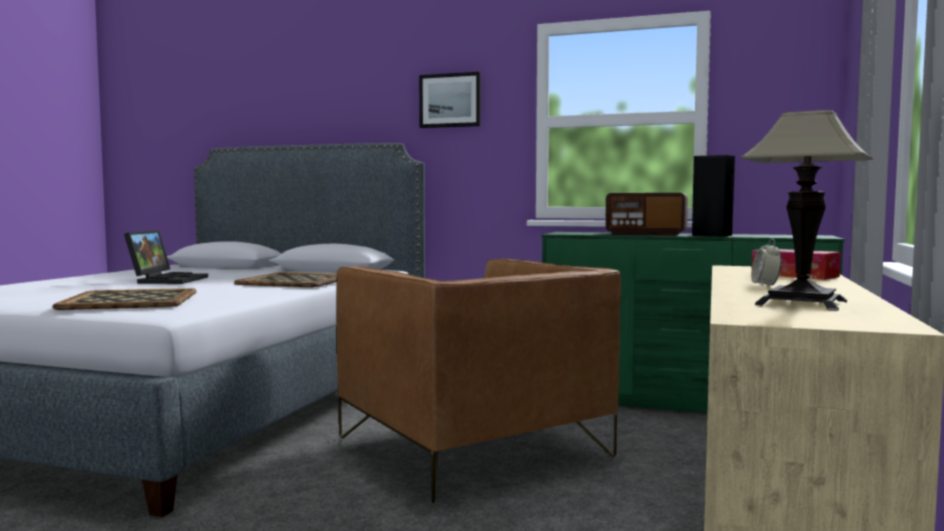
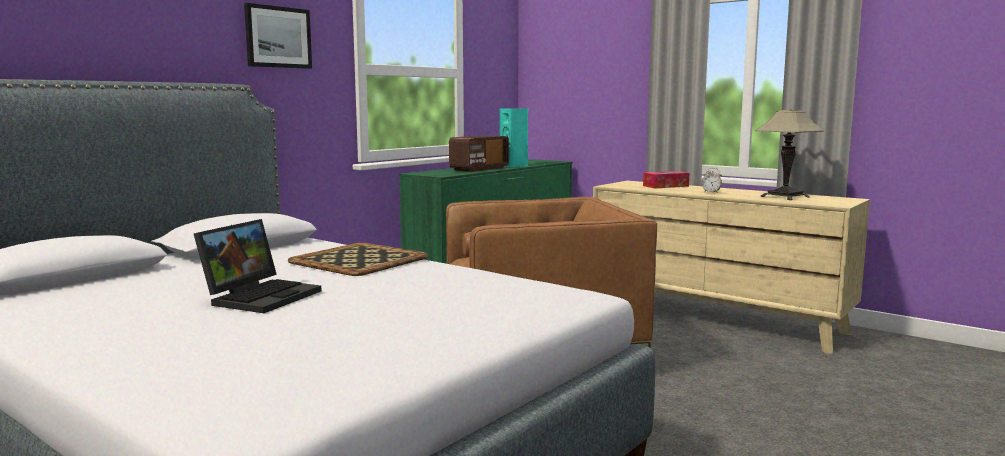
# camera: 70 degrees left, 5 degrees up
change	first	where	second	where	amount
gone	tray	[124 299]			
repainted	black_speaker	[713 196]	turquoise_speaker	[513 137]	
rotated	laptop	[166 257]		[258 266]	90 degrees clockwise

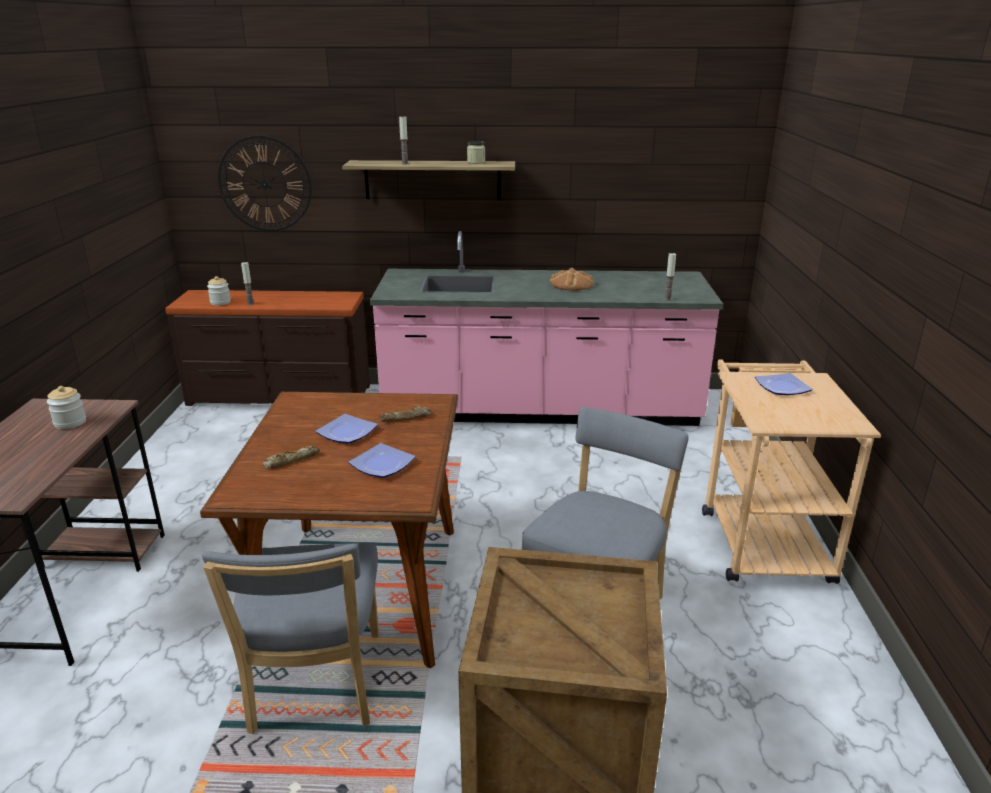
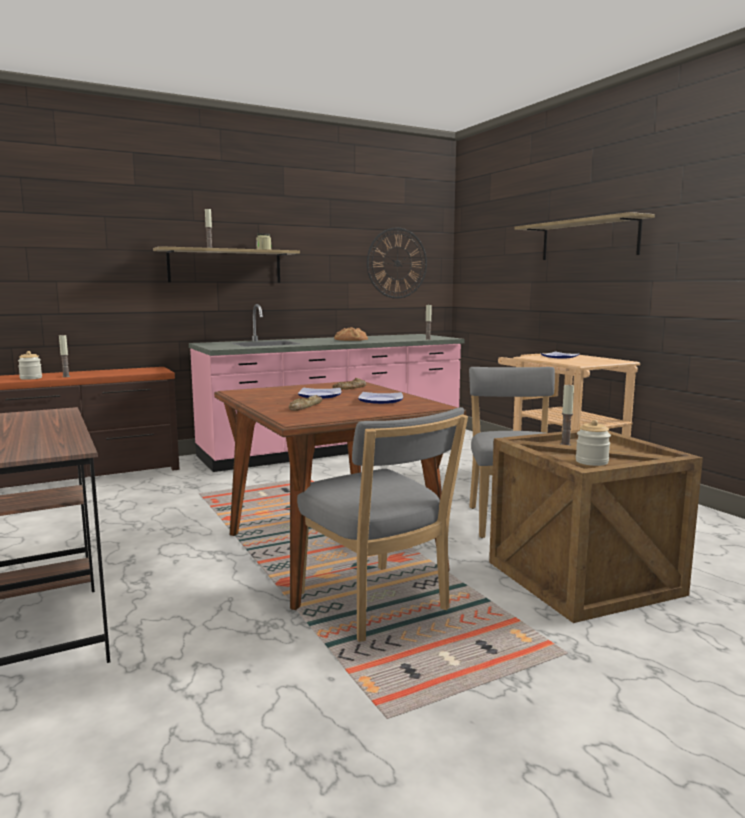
# camera: 30 degrees left, 15 degrees down
change	first	where	second	where	amount
new			shelf	[584 236]	
new			candle	[567 415]	
shifted	jar	[66 407]		[593 443]	
shifted	wall_clock	[265 183]		[397 263]	

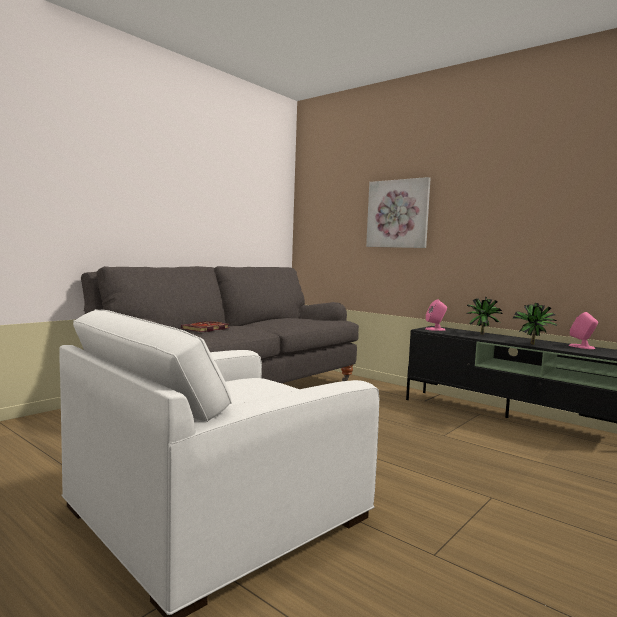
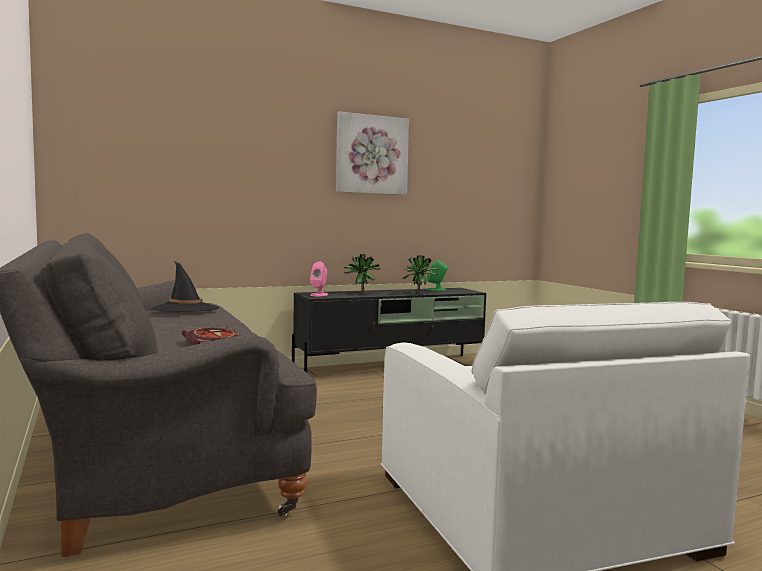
# camera: 65 degrees left, 0 degrees up
change	first	where	second	where	amount
new			black_hat	[185 286]	
shifted	picture	[398 212]		[372 153]	
repainted	pink_speaker	[583 330]	green_speaker	[437 275]	

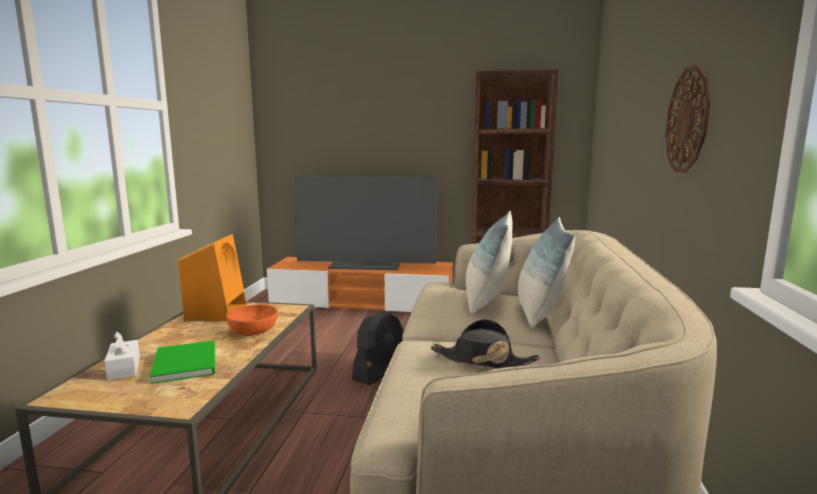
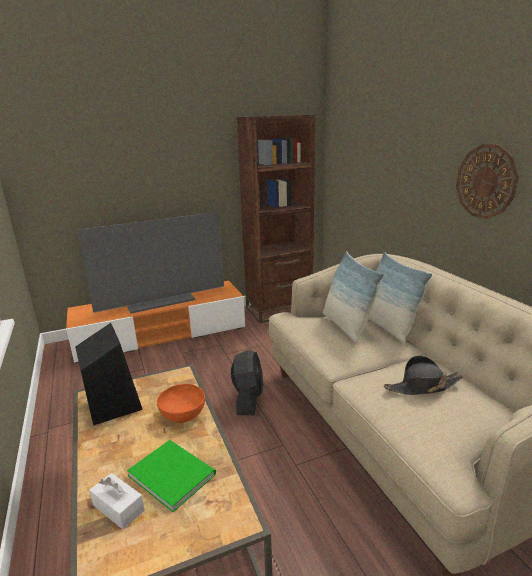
# camera: 30 degrees left, 10 degrees up
change	first	where	second	where	amount
repainted	orange_speaker	[212 277]	black_speaker	[109 374]	

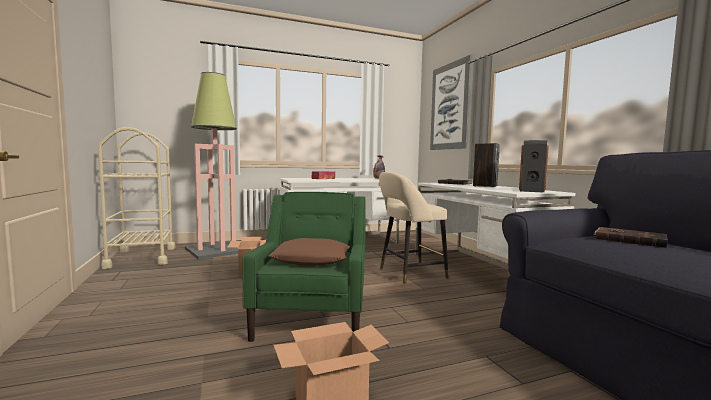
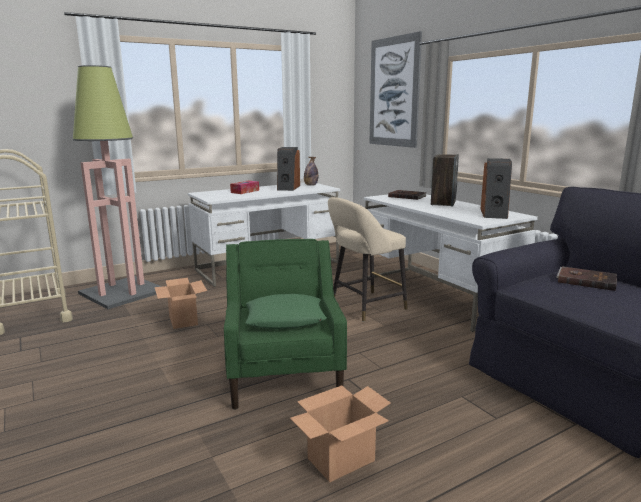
# camera: 10 degrees left, 10 degrees up
change	first	where	second	where	amount
new			speaker	[288 169]	
repainted	brown_pillow	[309 252]	green_pillow	[286 311]	

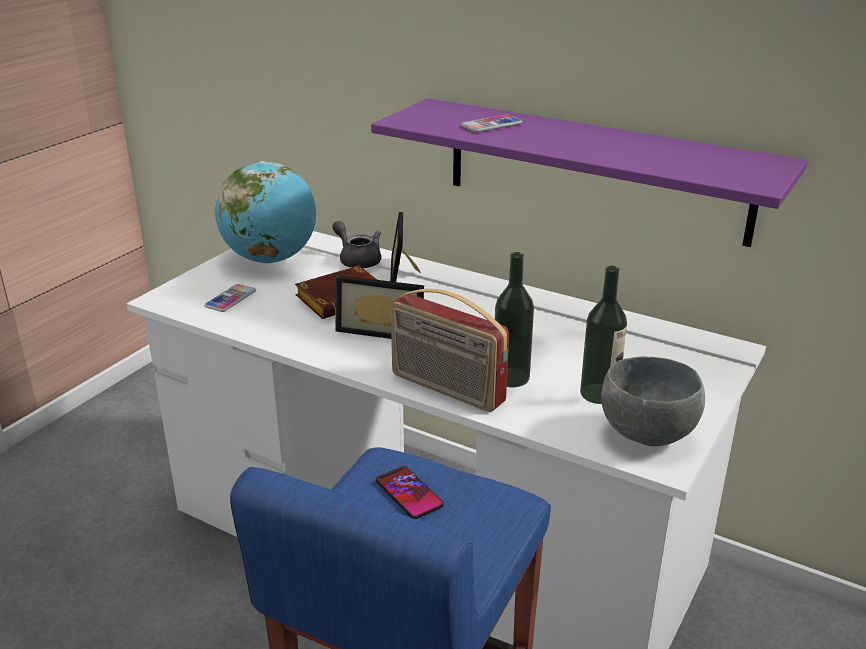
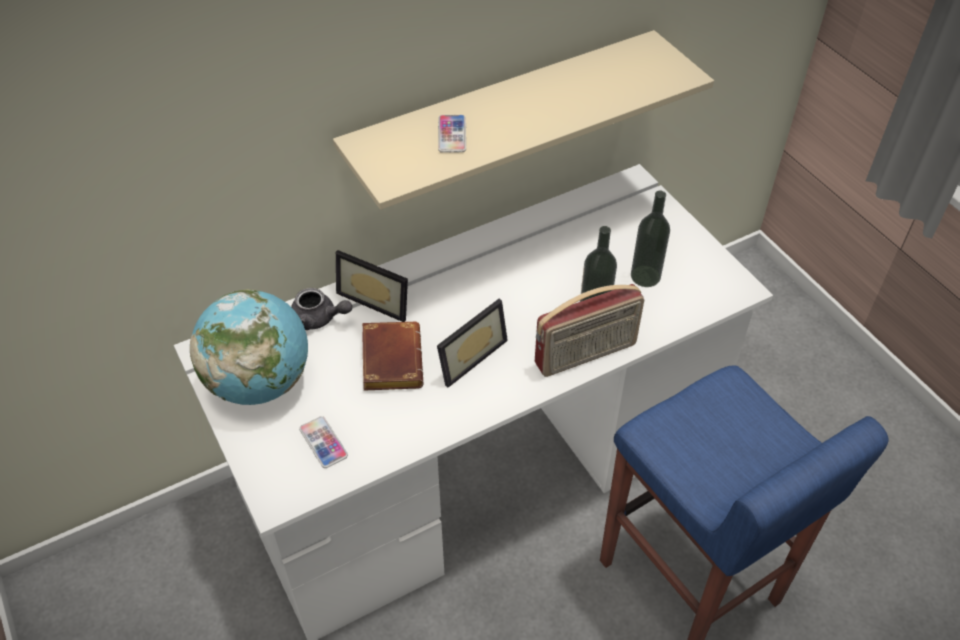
# camera: 60 degrees left, 20 degrees up
change	first	where	second	where	amount
gone	phone	[410 492]			
gone	grey_bowl	[653 401]			
repainted	purple_shelf	[589 172]	beige_shelf	[523 120]	
rotated	grey_teapot	[356 244]		[321 309]	150 degrees counterclockwise

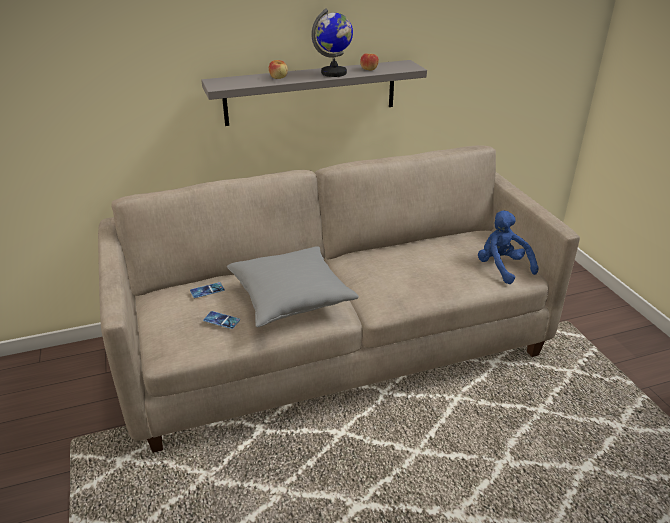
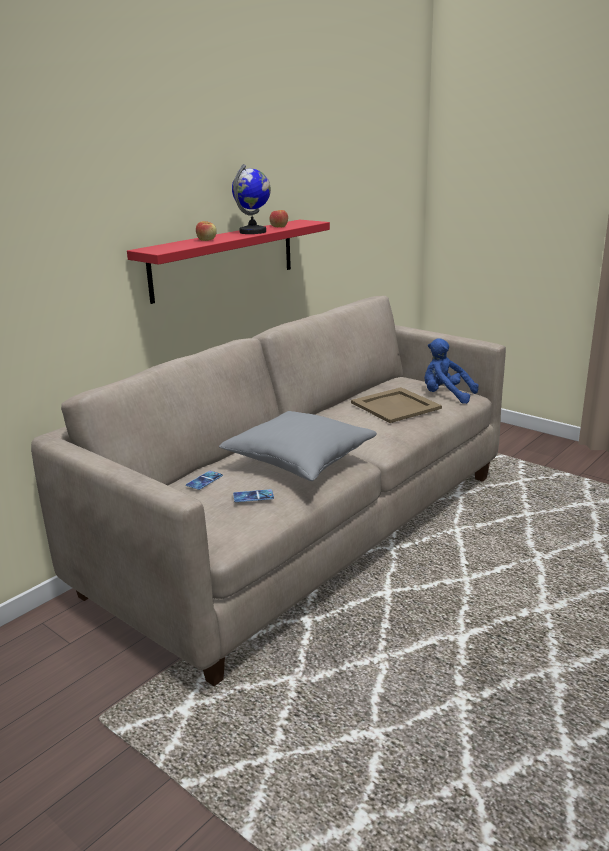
# camera: 30 degrees left, 10 degrees down
change	first	where	second	where	amount
new			beige_tray	[396 405]	
repainted	grey_shelf	[314 93]	red_shelf	[228 262]	

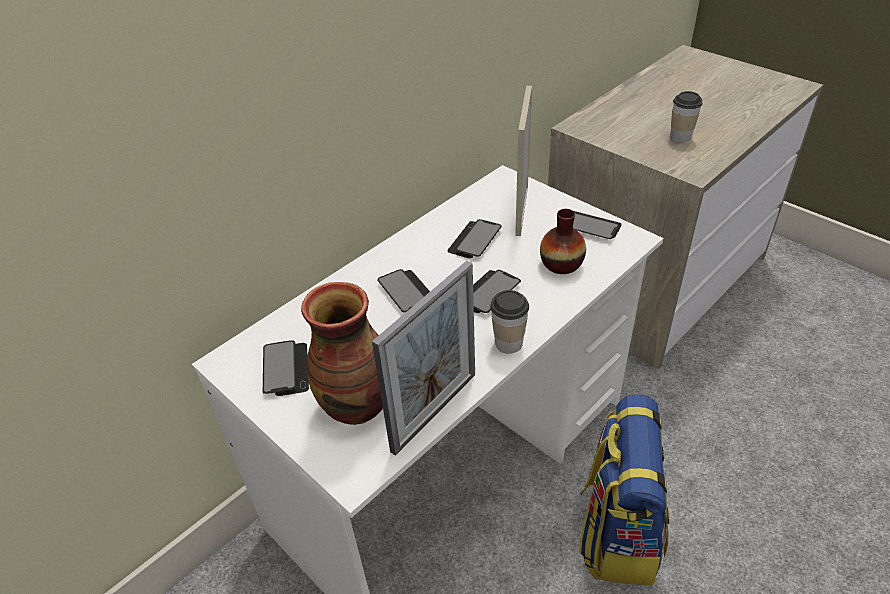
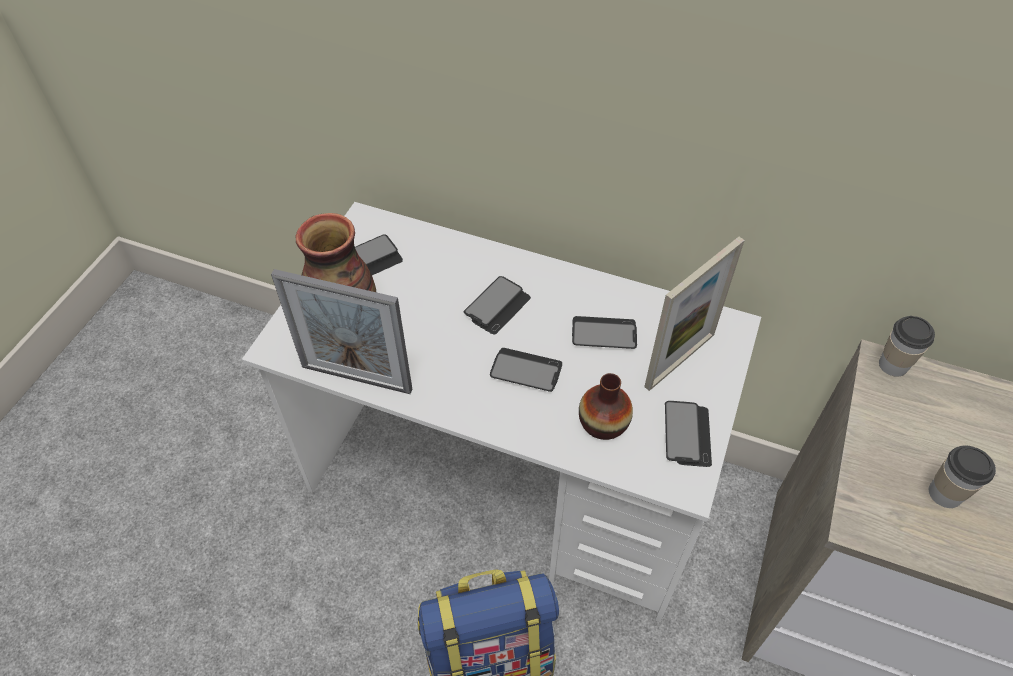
# camera: 65 degrees right, 10 degrees up
change	first	where	second	where	amount
shifted	cup	[509 322]		[907 346]	
rotated	picture_frame	[523 161]		[694 314]	150 degrees clockwise

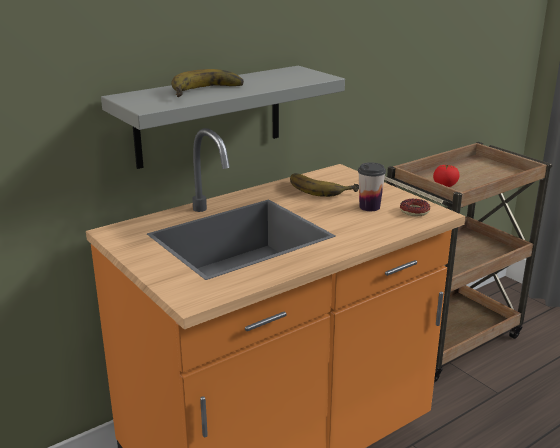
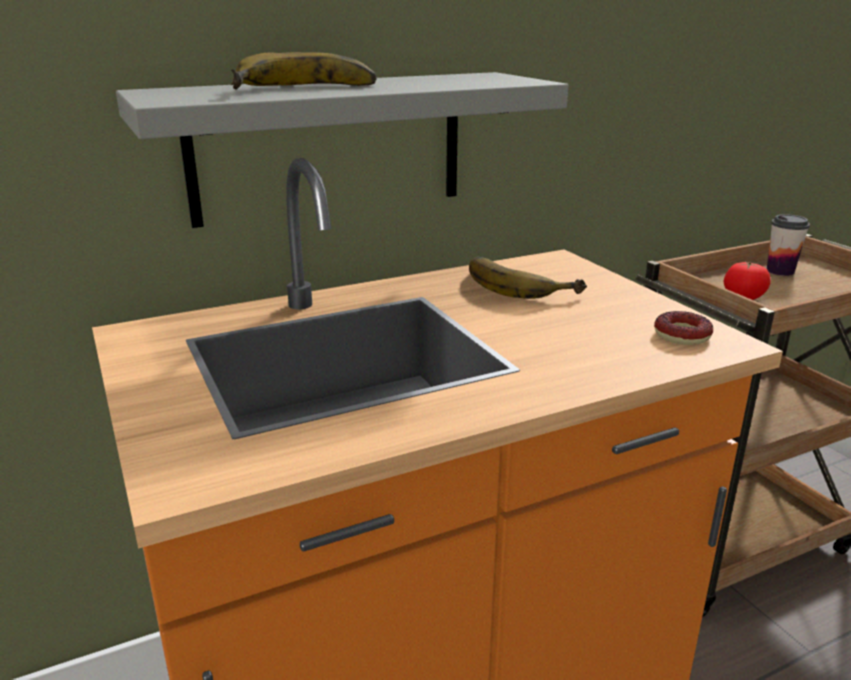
# camera: 10 degrees right, 0 degrees up
change	first	where	second	where	amount
shifted	cup	[372 186]		[788 245]	

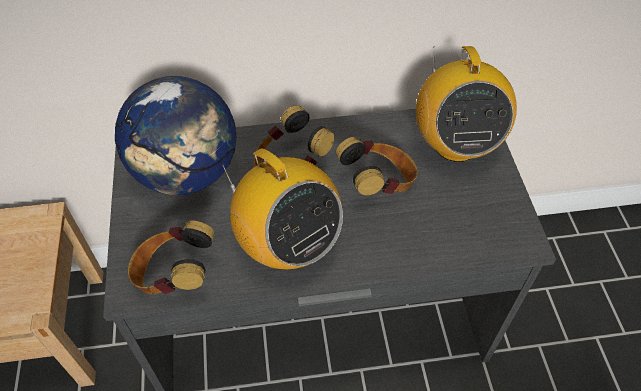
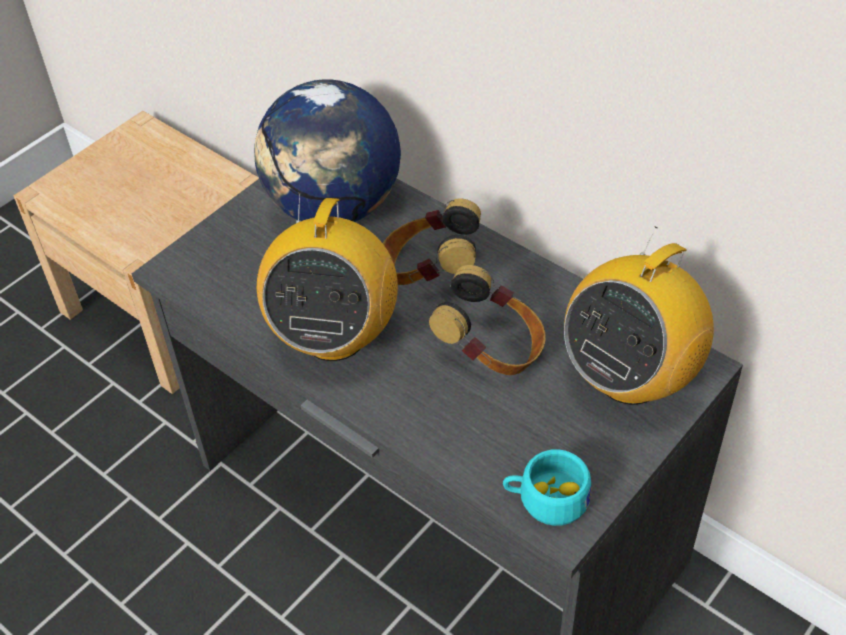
# camera: 50 degrees right, 5 degrees down
change	first	where	second	where	amount
gone	headphones	[171 257]			
new			turquoise_cup	[547 487]	

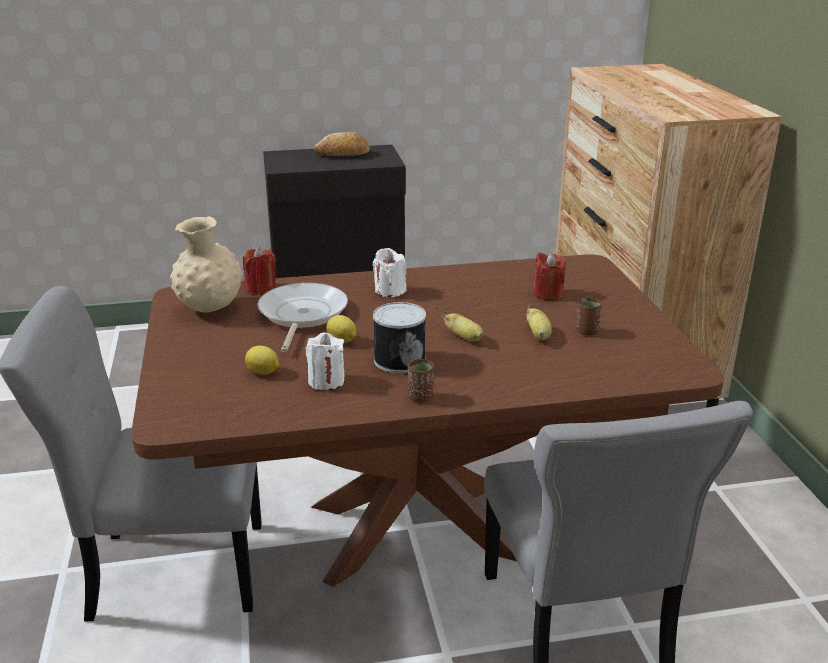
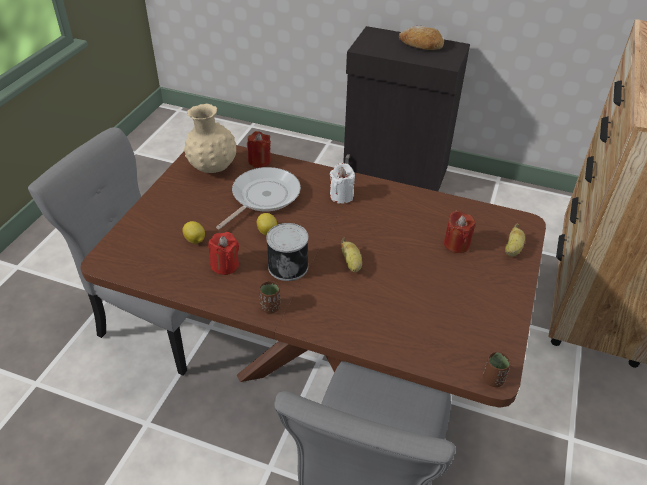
# camera: 30 degrees right, 15 degrees up
change	first	where	second	where	amount
shifted	banana	[539 322]		[515 240]	
shifted	brown_cup	[589 317]		[497 369]	
repainted	white_candle	[325 361]	red_candle	[223 253]	

